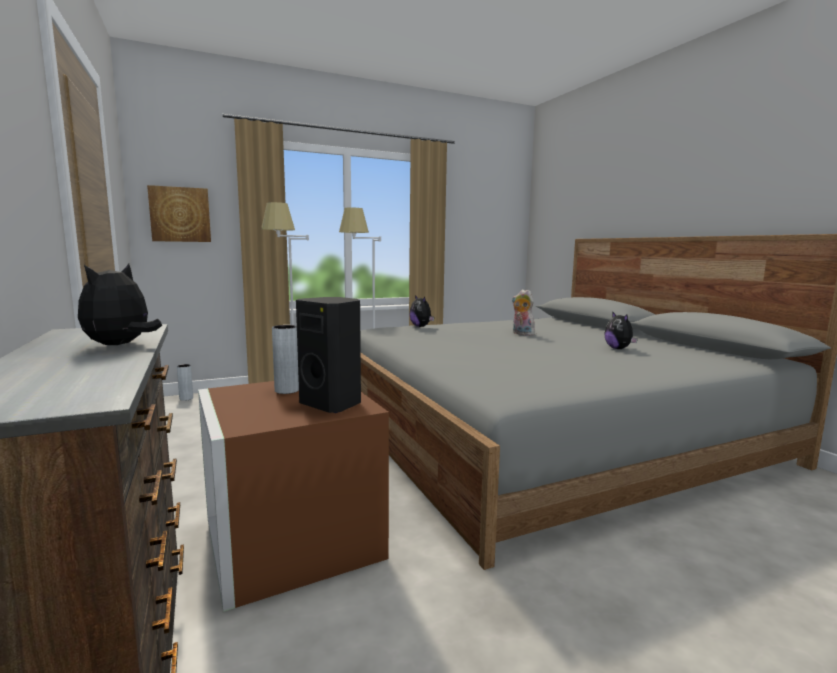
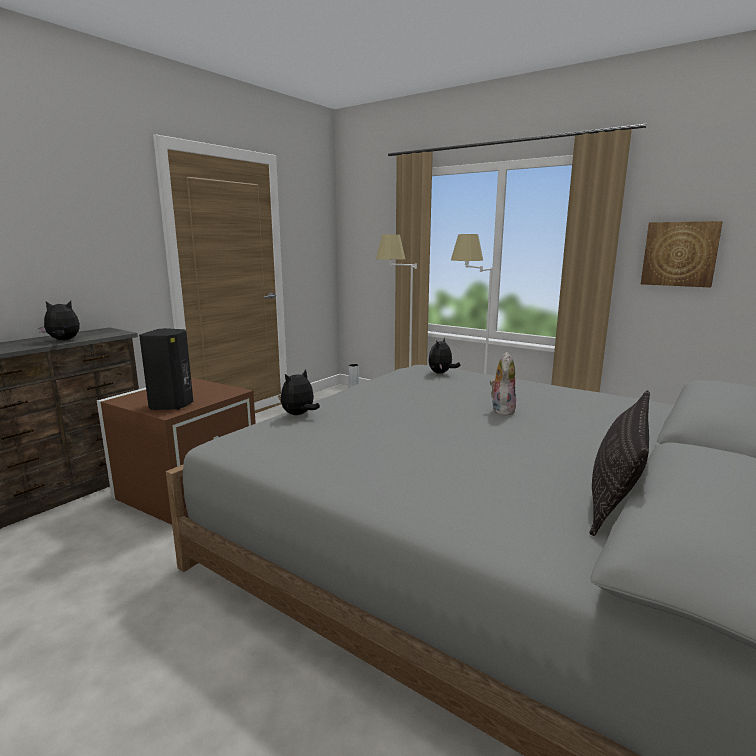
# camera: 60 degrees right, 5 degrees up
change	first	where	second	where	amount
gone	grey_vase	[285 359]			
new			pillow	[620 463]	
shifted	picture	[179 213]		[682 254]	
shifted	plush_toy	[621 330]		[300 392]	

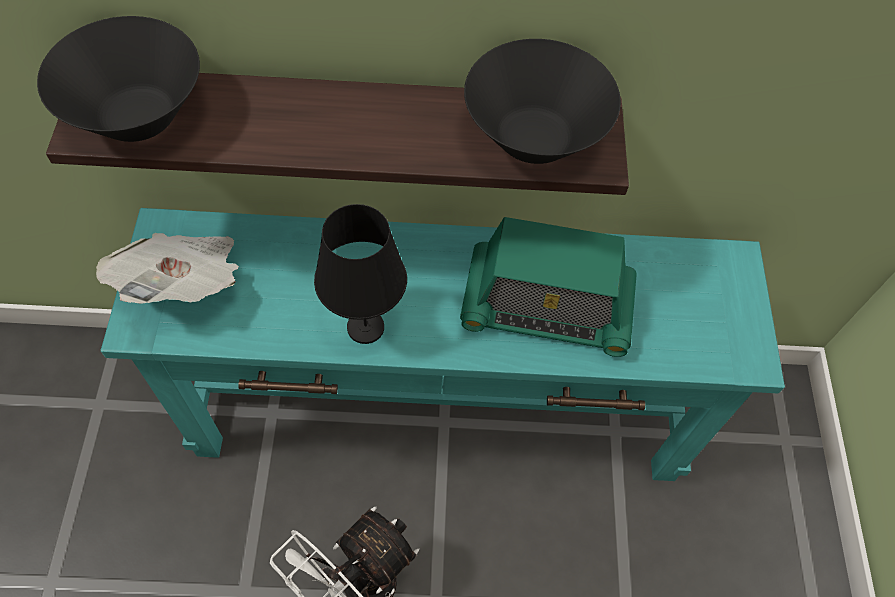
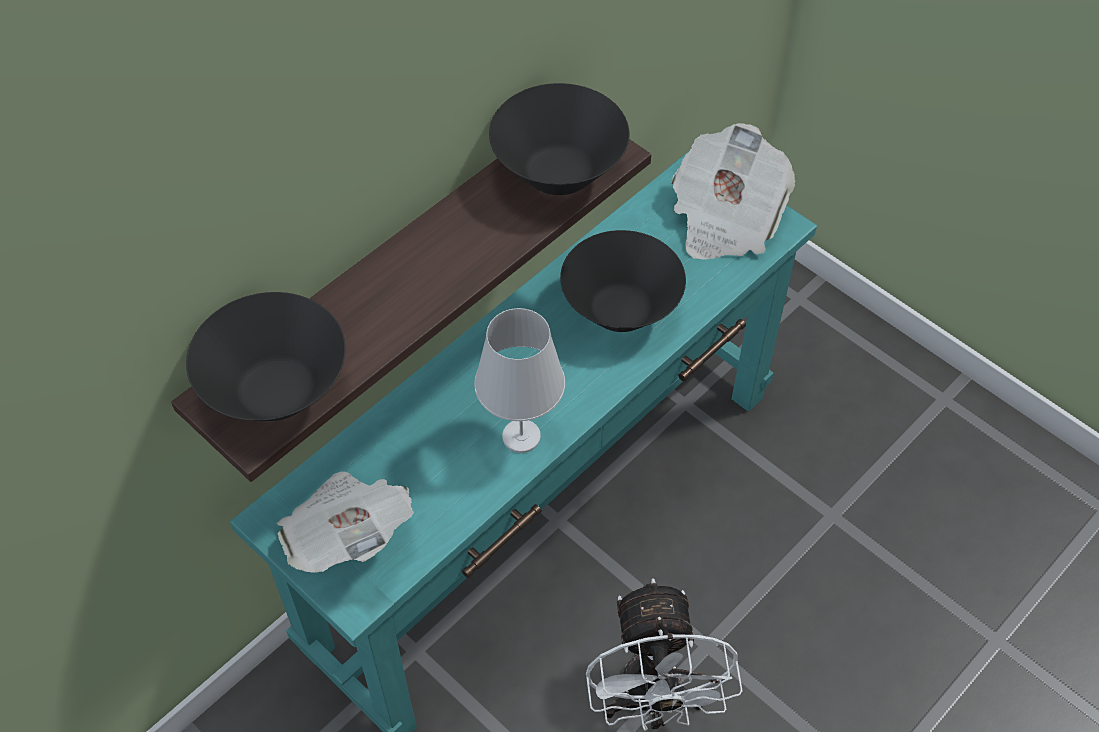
# camera: 45 degrees left, 5 degrees down
change	first	where	second	where	amount
new			newspaper	[733 191]	
swapped	radio	[548 287]	black_bowl	[623 281]	
repainted	black_table_lamp	[360 274]	white_table_lamp	[519 380]	

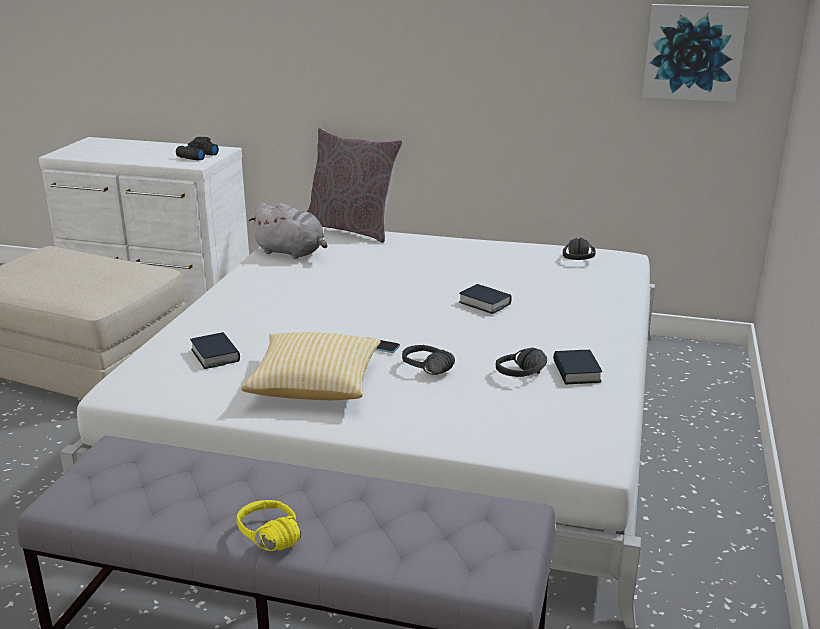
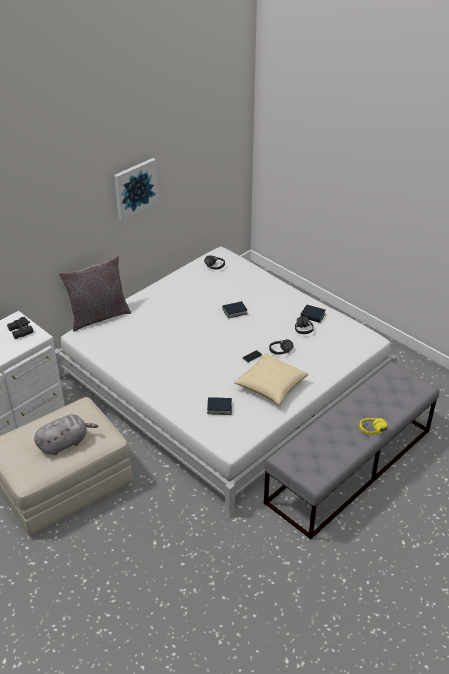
# camera: 60 degrees left, 15 degrees up
change	first	where	second	where	amount
shifted	grey_plush_toy	[288 231]		[66 434]	
shifted	picture	[695 53]		[136 189]	

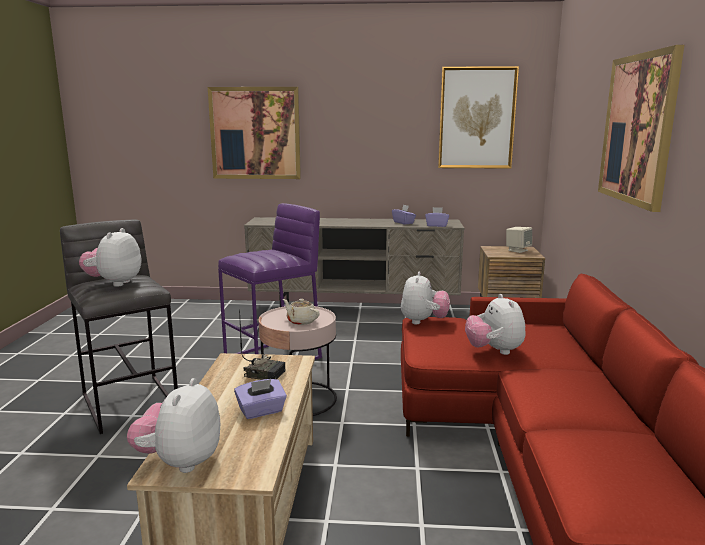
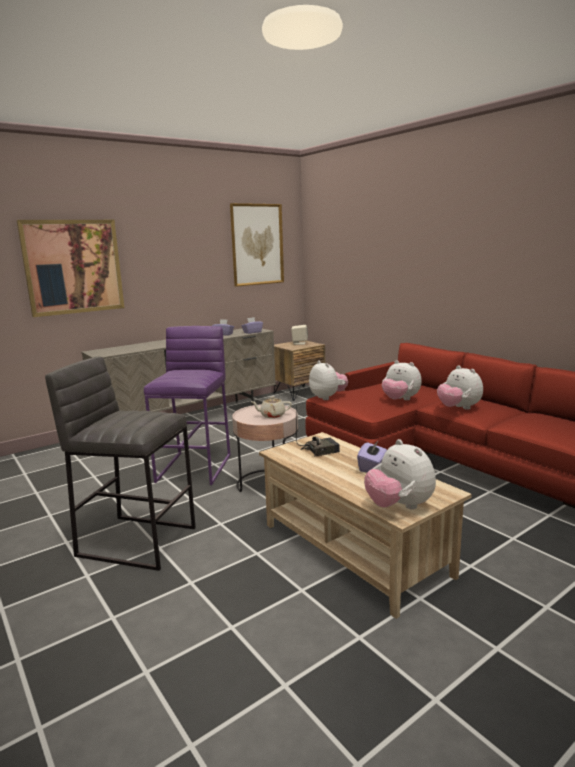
# camera: 40 degrees left, 0 degrees up
change	first	where	second	where	amount
gone	picture	[641 128]			
shifted	plush_toy	[110 257]		[460 387]	

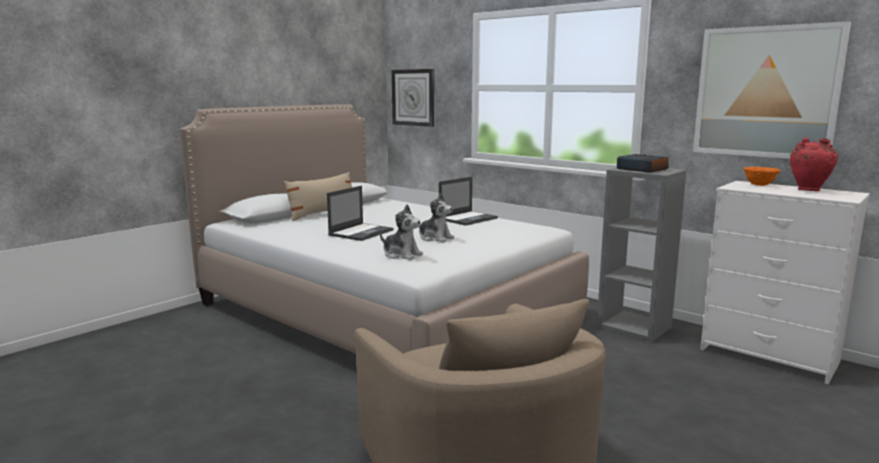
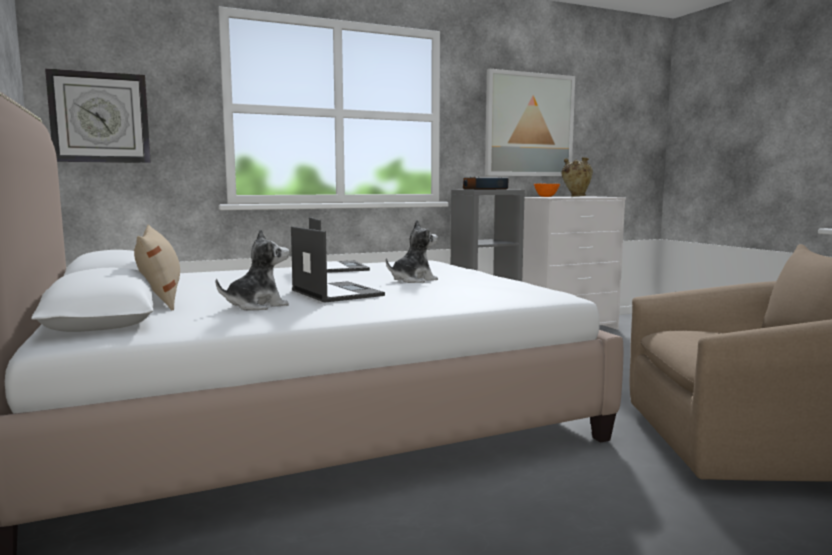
# camera: 65 degrees left, 5 degrees down
change	first	where	second	where	amount
shifted	plush_toy	[401 232]		[252 270]	
repainted	red_vase	[814 164]	beige_vase	[577 177]	

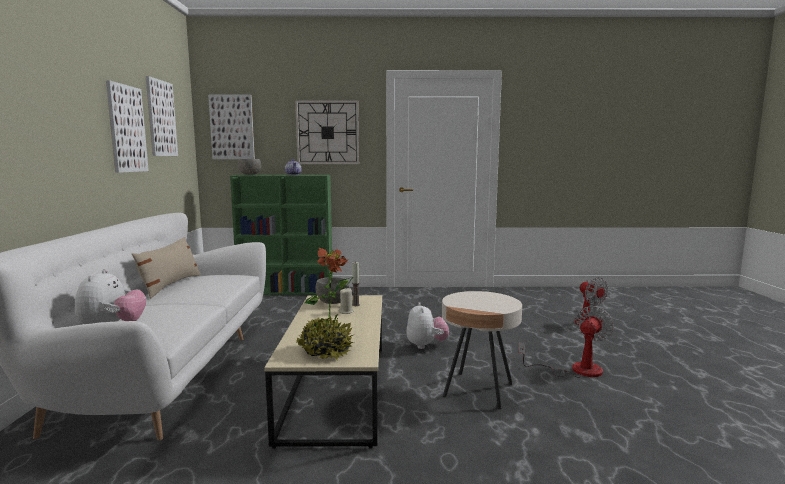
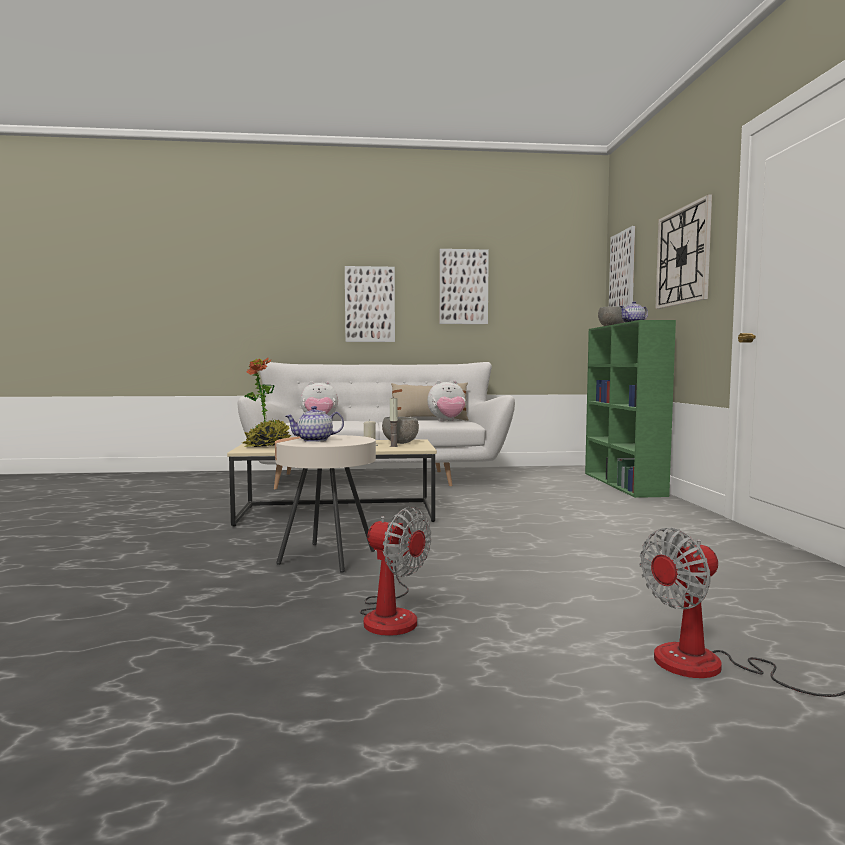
# camera: 85 degrees right, 5 degrees down
change	first	where	second	where	amount
new			teapot	[314 424]	
shifted	picture	[162 116]		[370 304]	
shifted	plush_toy	[427 325]		[447 400]	

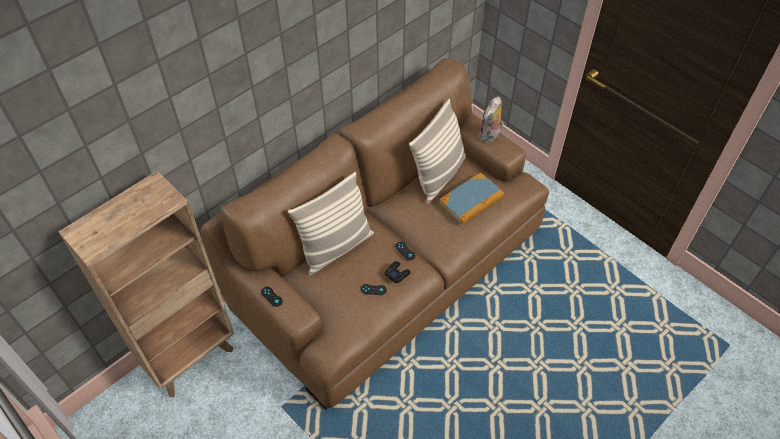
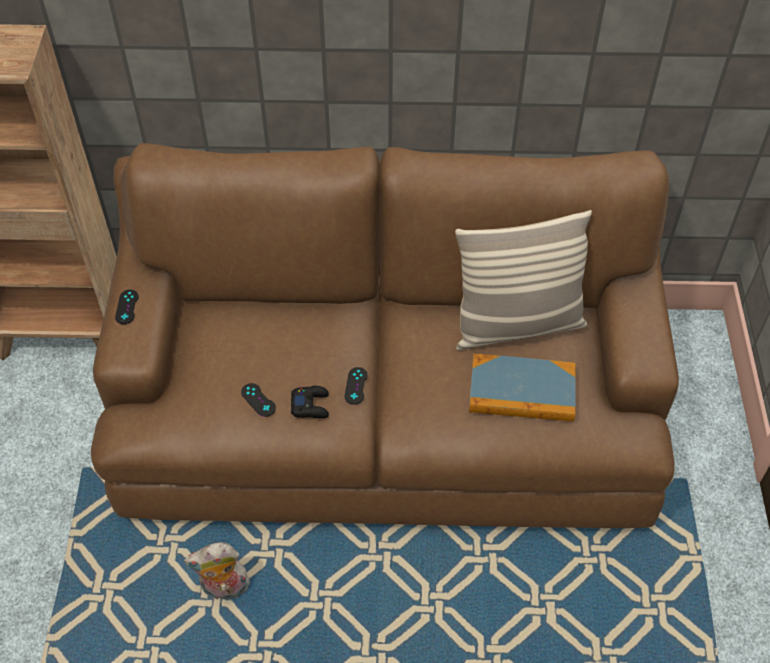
# camera: 45 degrees right, 0 degrees up
change	first	where	second	where	amount
gone	pillow	[331 223]			
shifted	plush_toy	[491 119]		[217 570]	

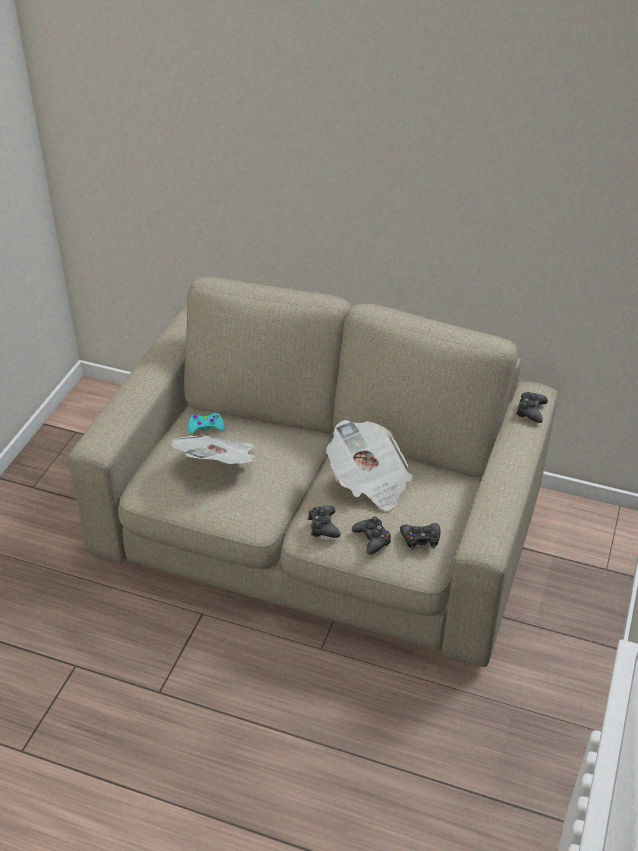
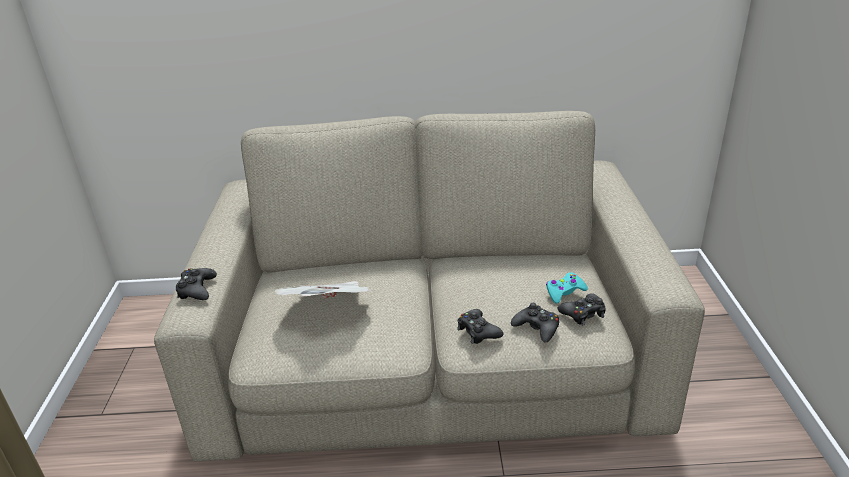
# camera: 20 degrees left, 10 degrees down
change	first	where	second	where	amount
gone	newspaper	[369 465]			
shifted	turquoise_game_controller	[206 424]		[567 288]	
shifted	black_game_controller	[532 407]		[196 284]	

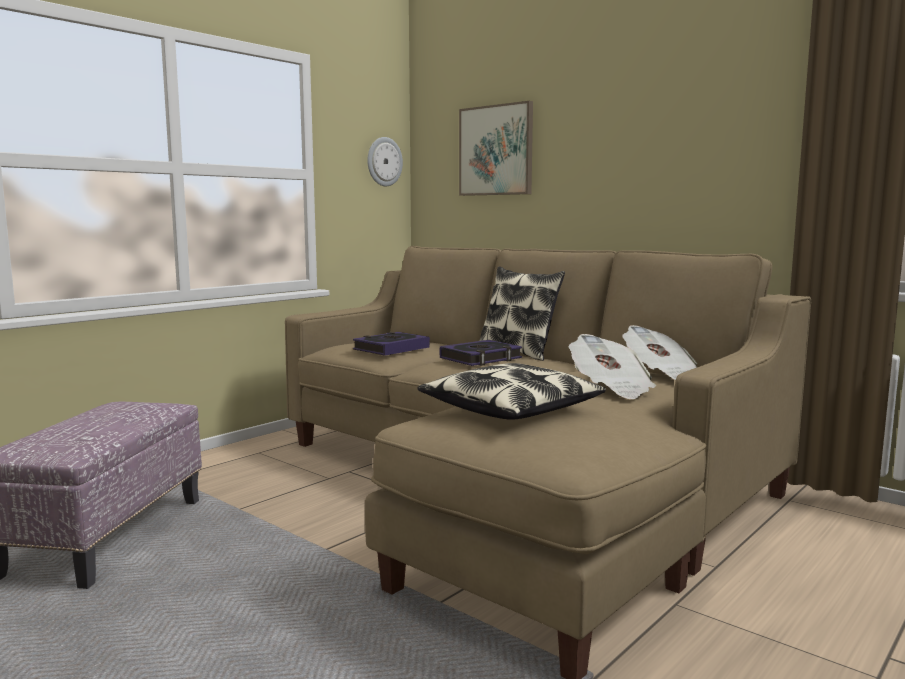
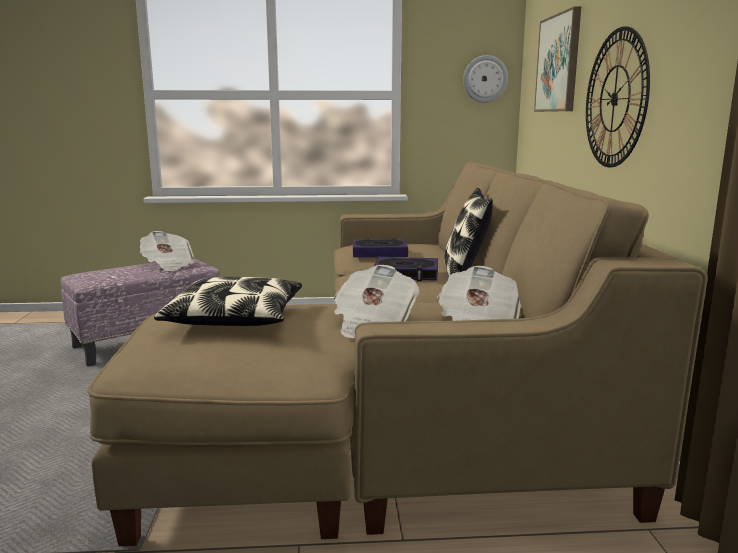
# camera: 45 degrees right, 5 degrees up
change	first	where	second	where	amount
new			newspaper	[167 251]	
new			wall_clock	[618 96]	

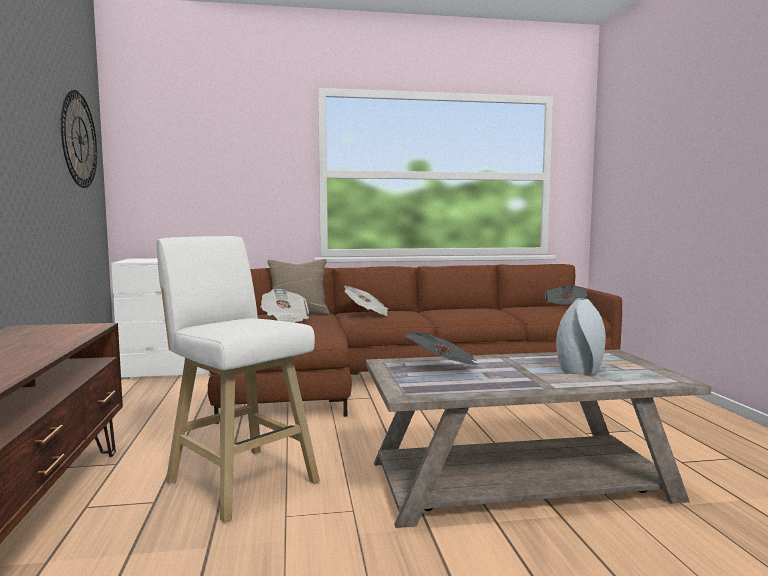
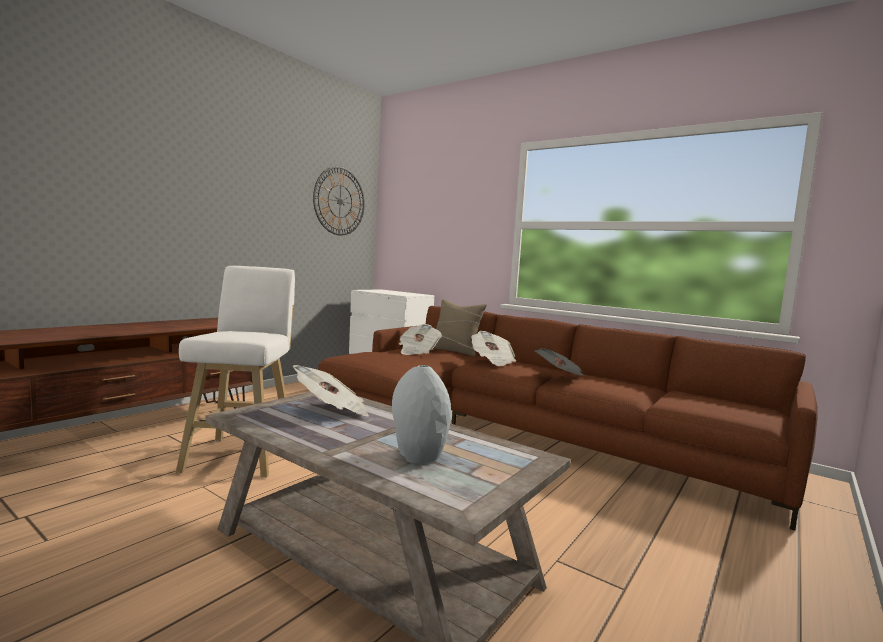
# camera: 45 degrees right, 0 degrees up
change	first	where	second	where	amount
shifted	newspaper	[566 295]		[559 362]	

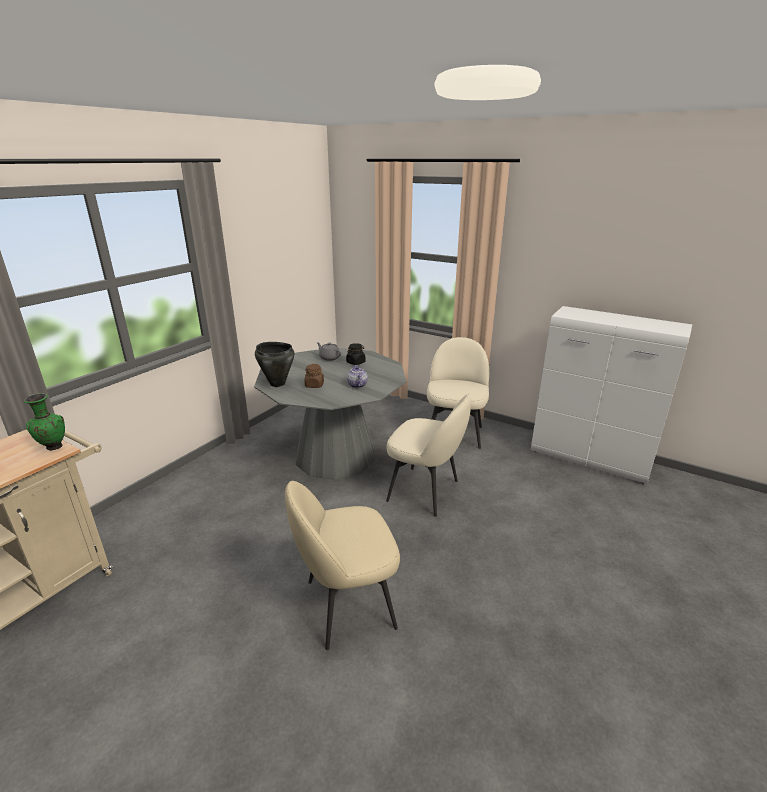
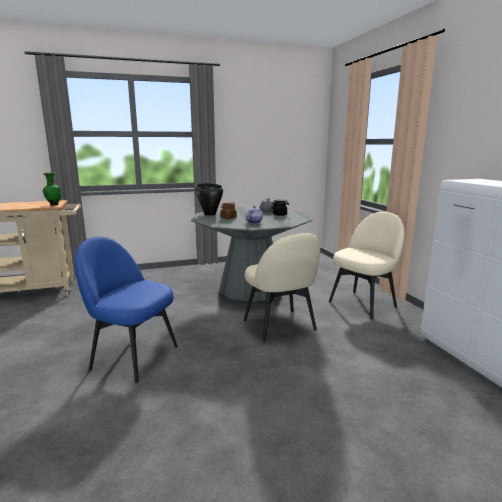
# camera: 40 degrees right, 10 degrees down
change	first	where	second	where	amount
repainted	beige_chair	[342 565]	blue_chair	[126 310]	

